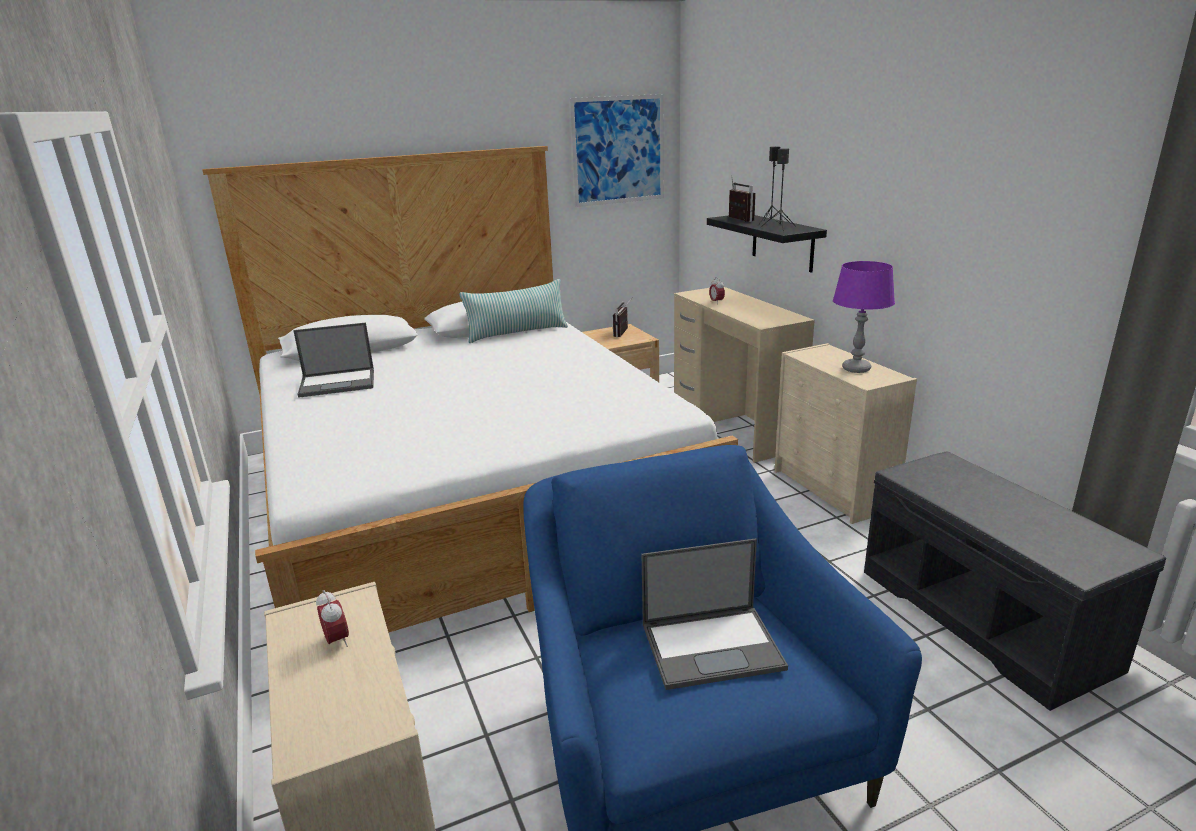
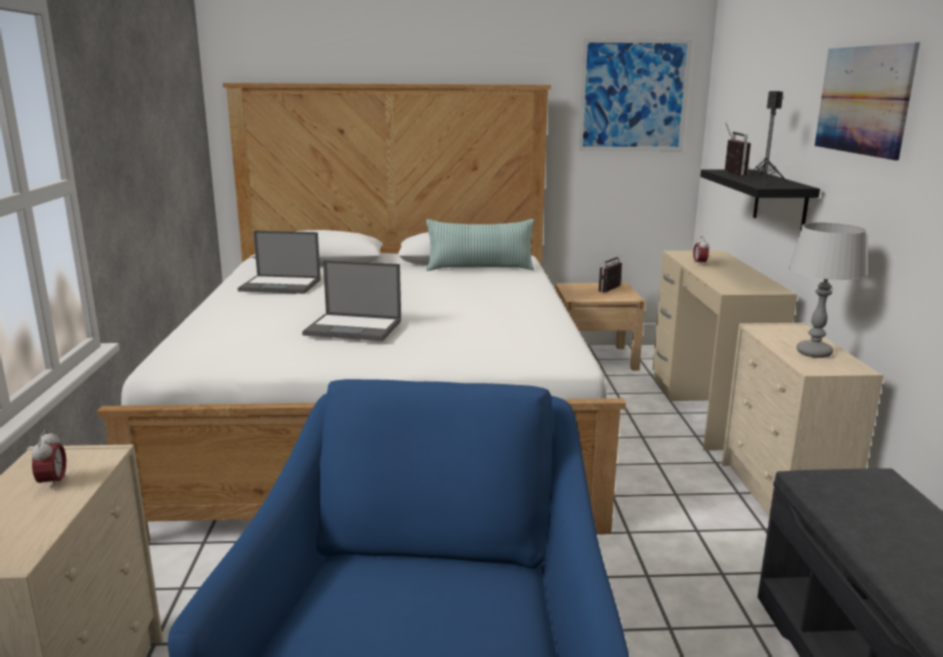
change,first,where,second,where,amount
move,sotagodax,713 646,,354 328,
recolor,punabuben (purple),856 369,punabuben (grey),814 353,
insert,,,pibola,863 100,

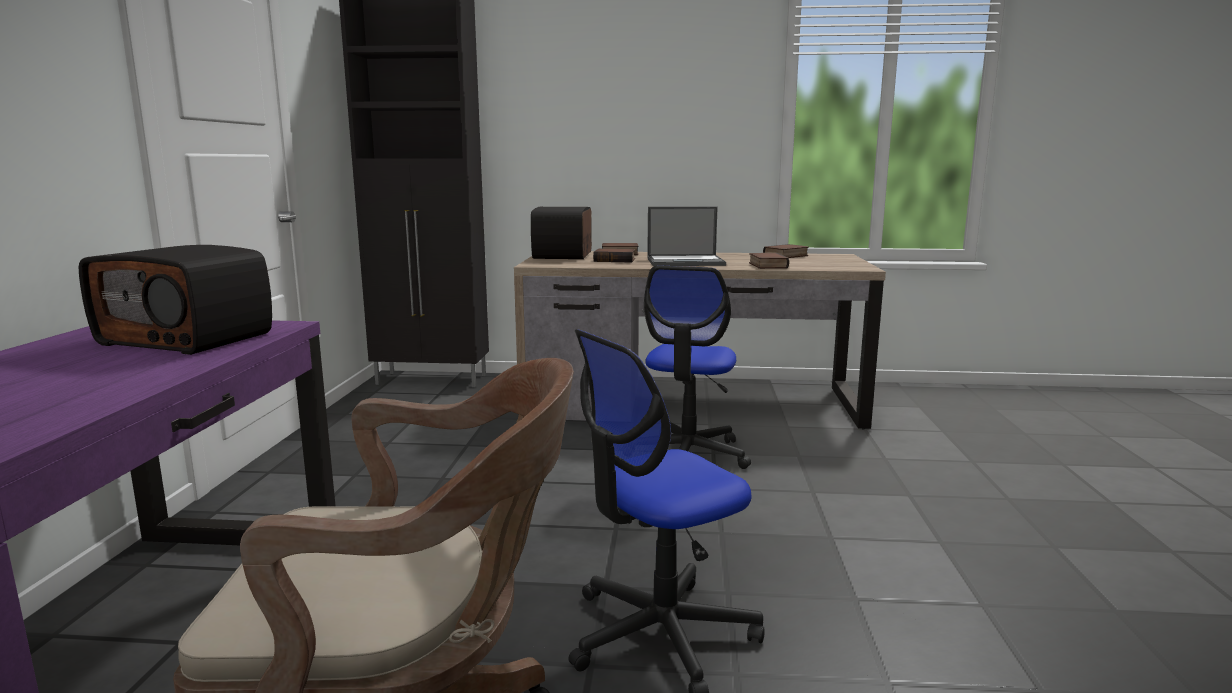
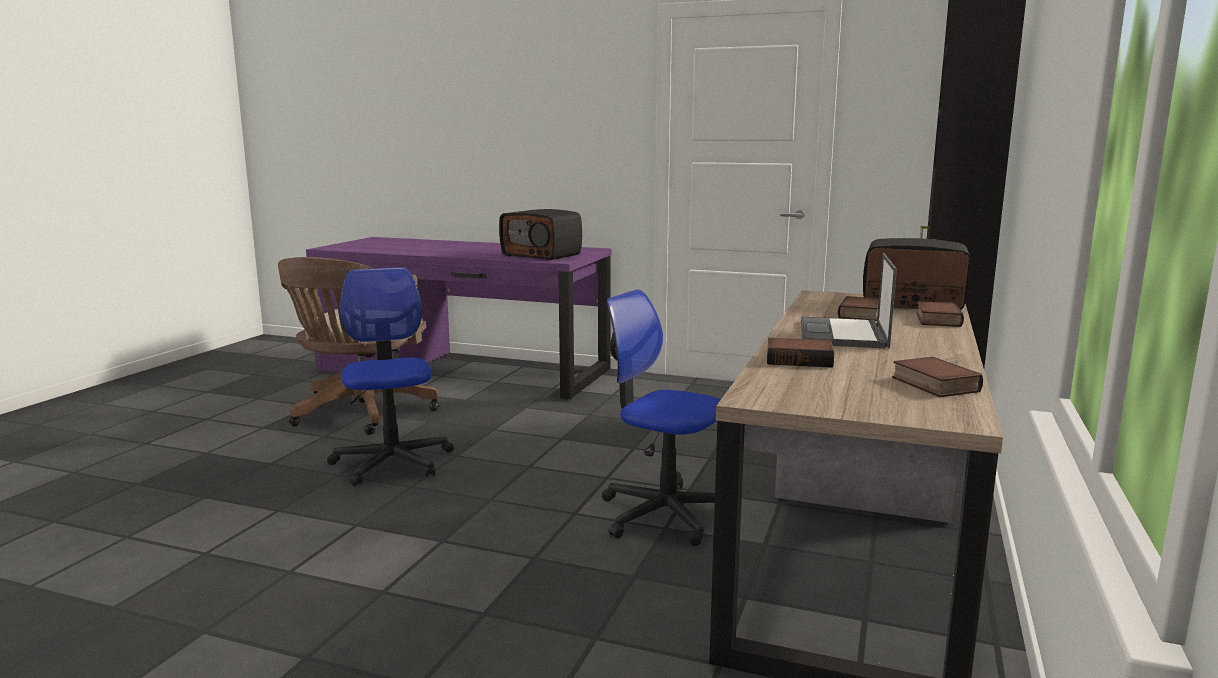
change,first,where,second,where,amount
rotate,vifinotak,189 338,,542 255,90 degrees counterclockwise

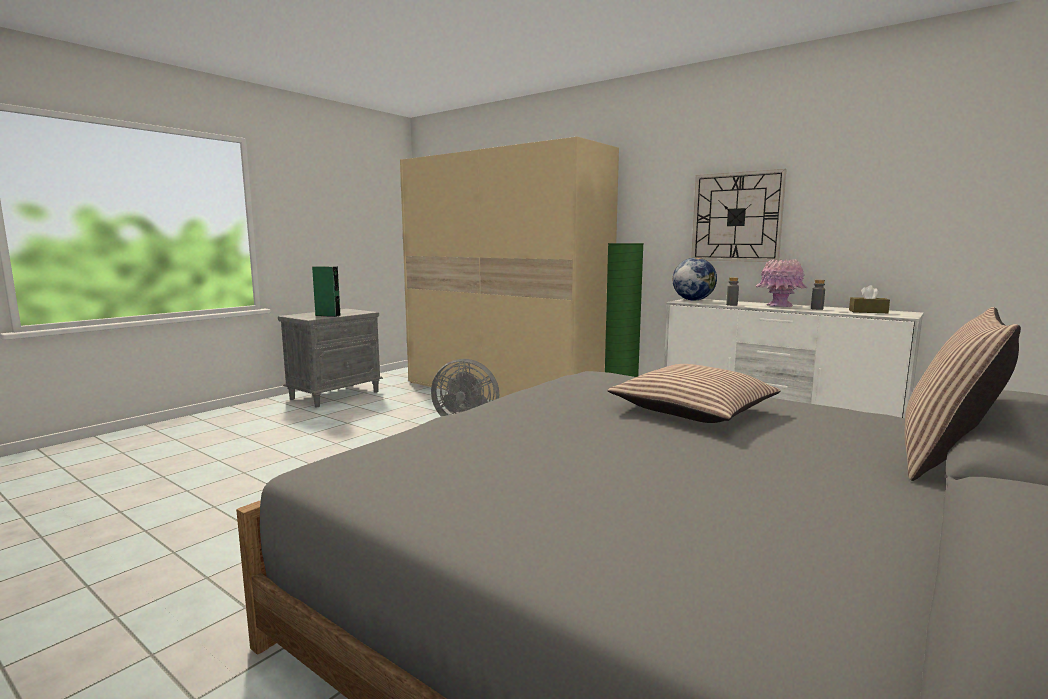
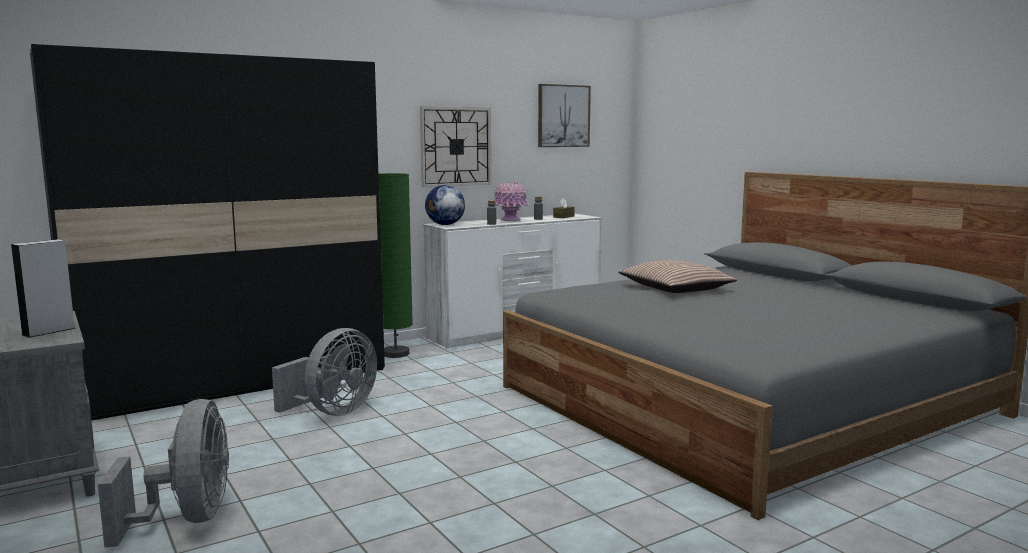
change,first,where,second,where,amount
recolor,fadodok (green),328 315,fadodok (grey),49 331,
recolor,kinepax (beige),504 392,kinepax (black),235 382,
delete,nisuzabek,944 460,,,
insert,,,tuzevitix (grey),187 519,
insert,,,pibola,563 116,

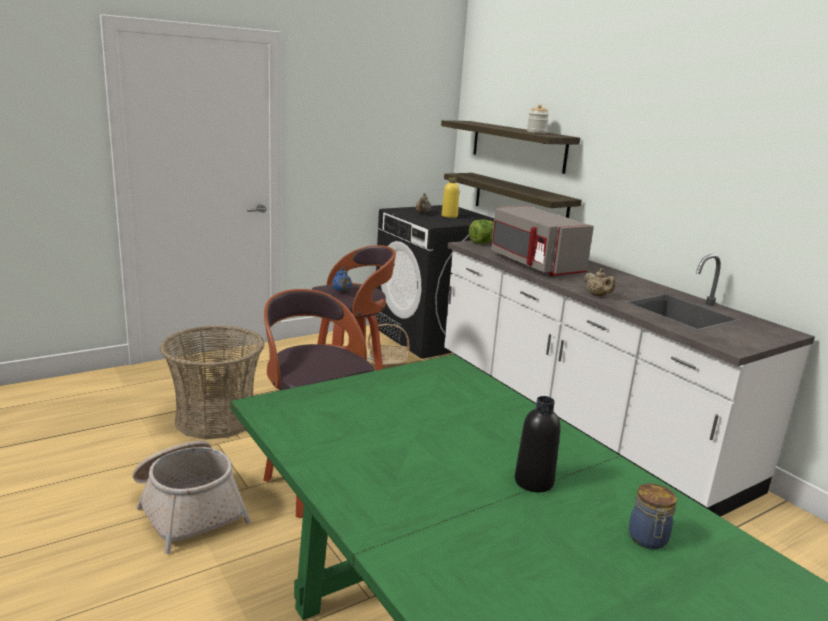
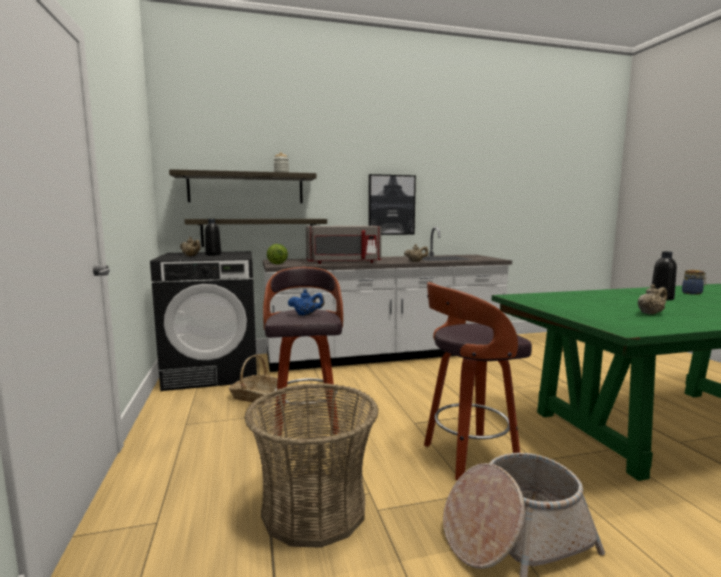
change,first,where,second,where,amount
recolor,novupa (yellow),449 216,novupa (black),213 254,
insert,,,pibola,391 205,
insert,,,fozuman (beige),650 313,

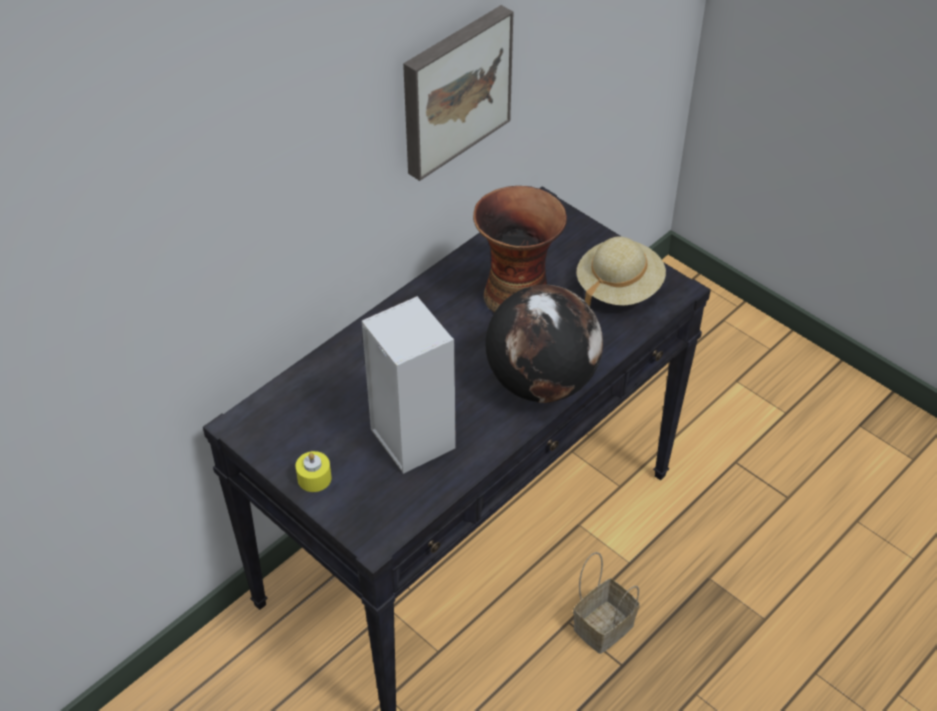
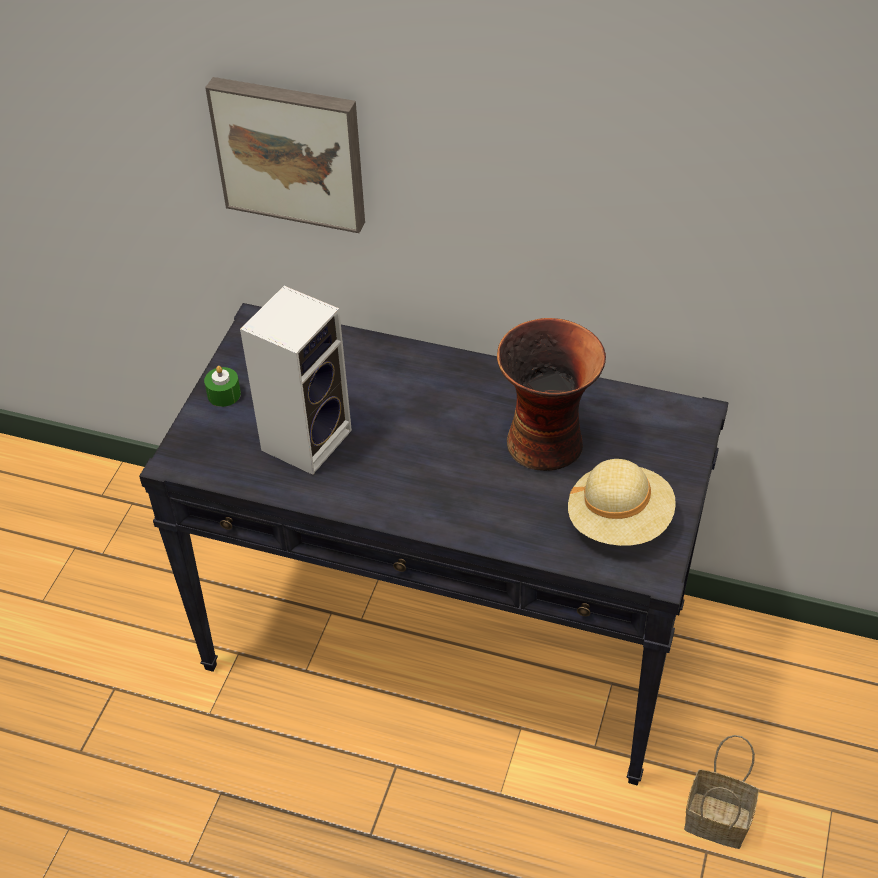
change,first,where,second,where,amount
recolor,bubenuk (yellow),314 478,bubenuk (green),224 394,
move,pibola,453 90,,291 151,
delete,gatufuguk,541 382,,,
move,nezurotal,604 625,,719 820,

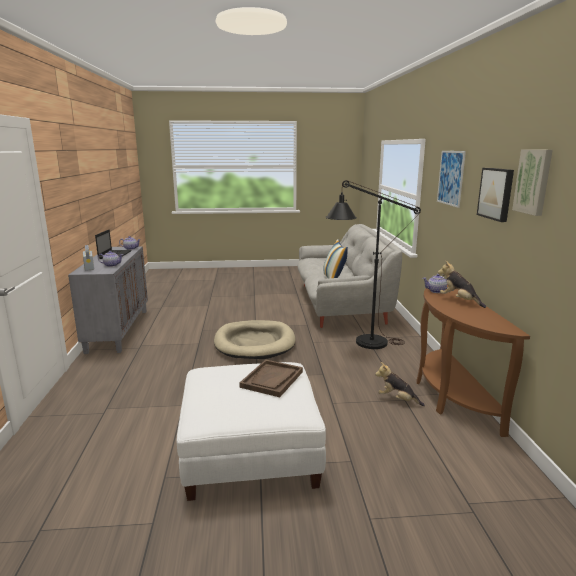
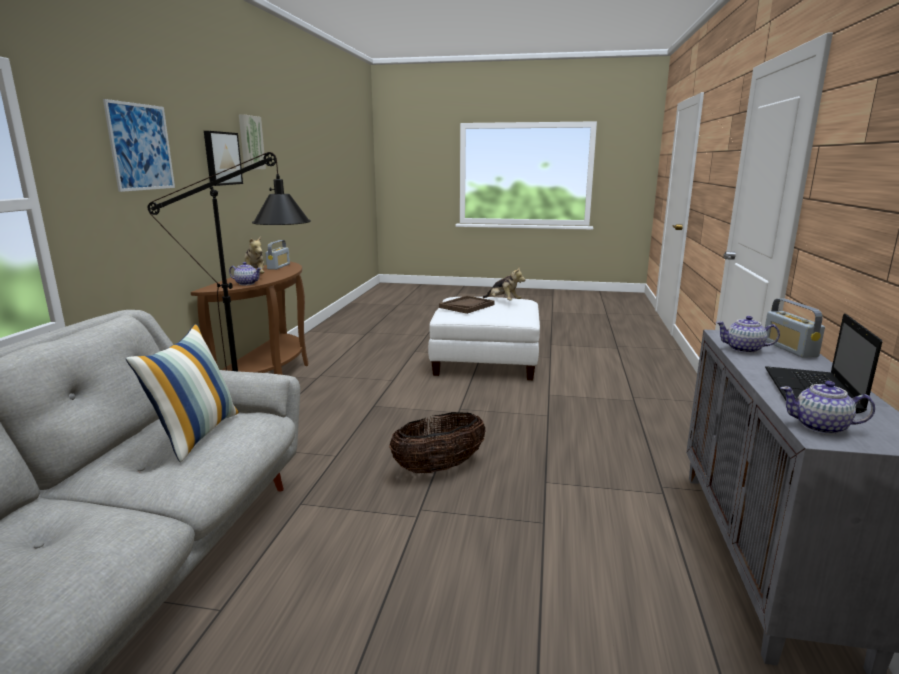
change,first,where,second,where,amount
replace,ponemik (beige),254 343,nezurotal,439 467,
move,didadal,397 399,,503 301,
insert,,,vifinotak,278 266,

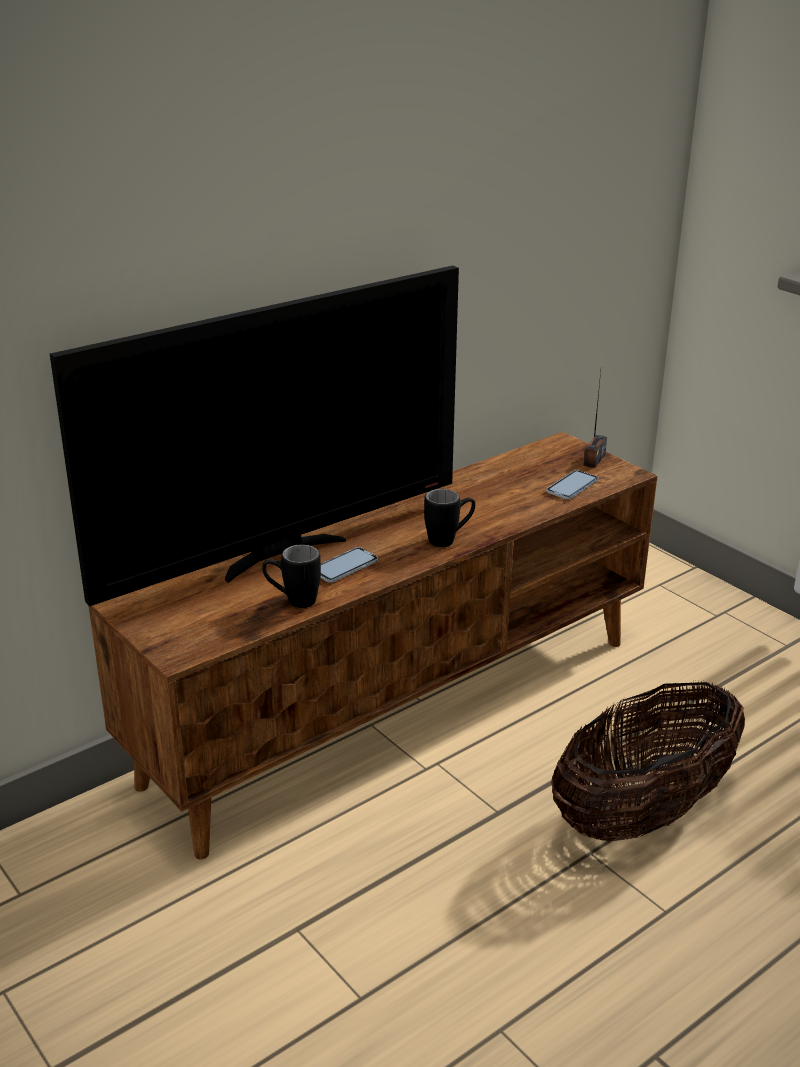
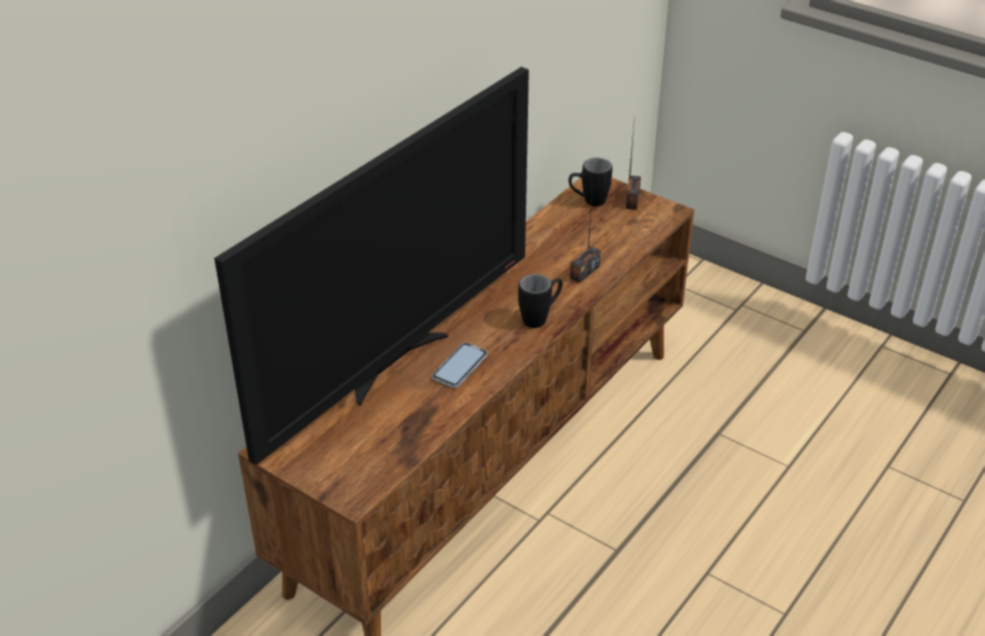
change,first,where,second,where,amount
move,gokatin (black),292 601,,588 202,
delete,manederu,572 486,,,
delete,nezurotal,642 813,,,
insert,,,vifinotak,584 272,

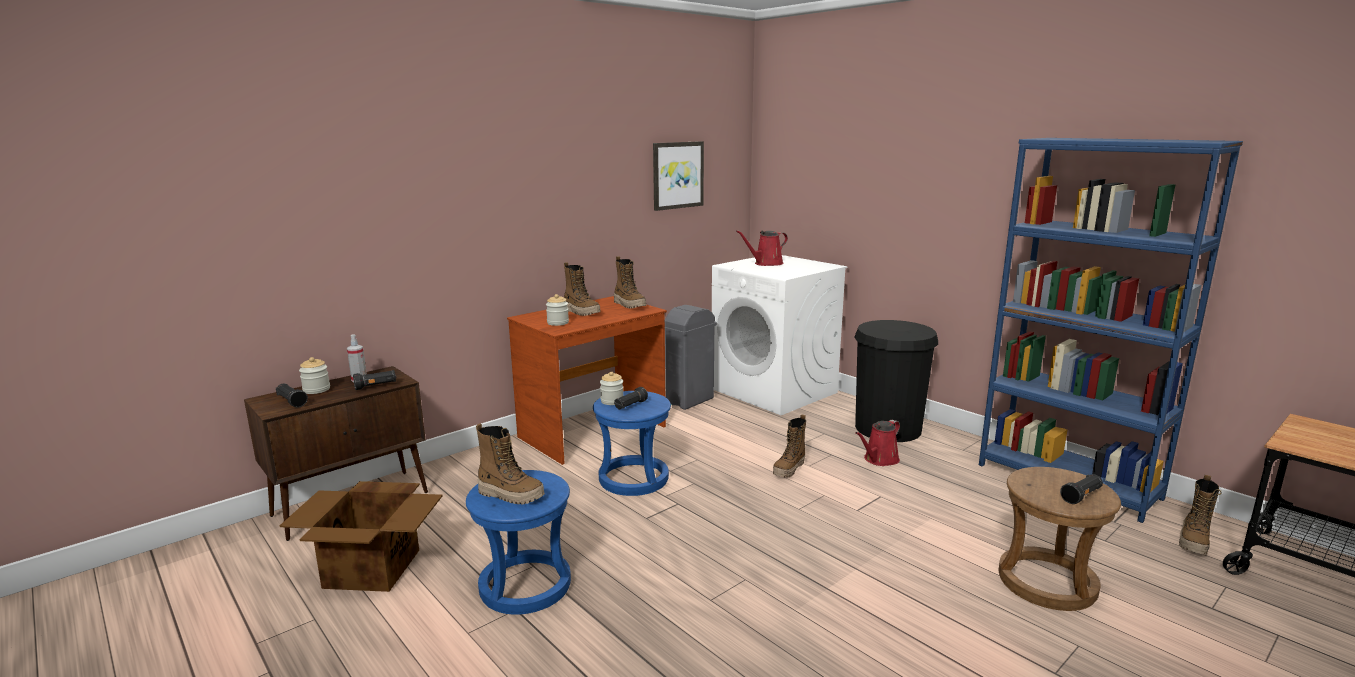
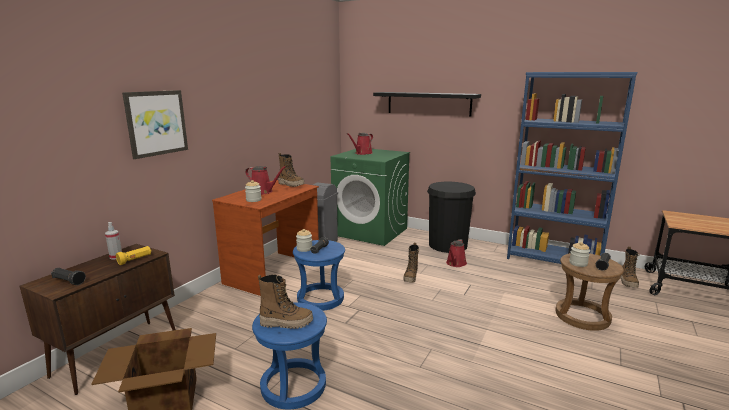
change,first,where,second,where,amount
move,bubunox,316 390,,578 263,
recolor,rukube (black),376 386,rukube (yellow),135 260,
replace,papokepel,581 312,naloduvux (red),263 192,
move,pibola,677 175,,156 123,
recolor,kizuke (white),774 391,kizuke (green),371 232,
insert,,,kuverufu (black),428 103,

